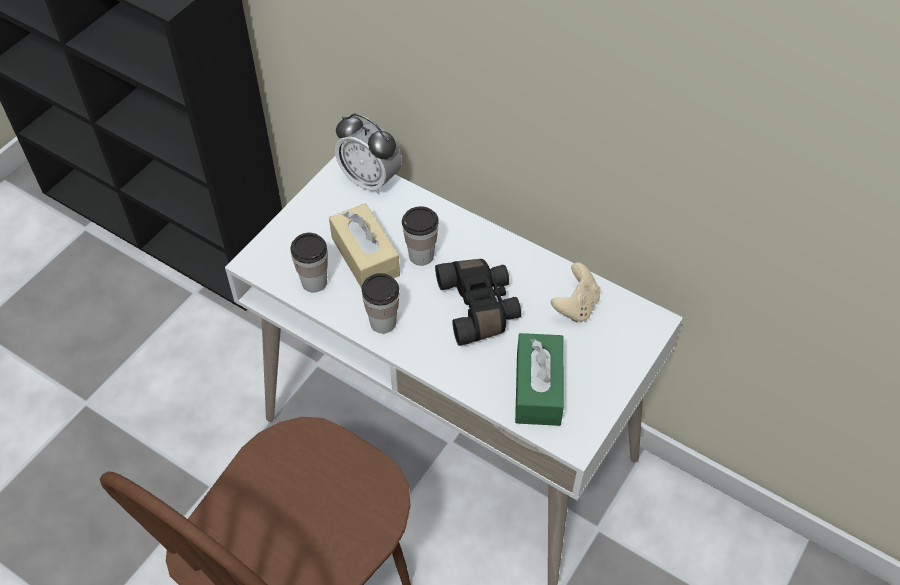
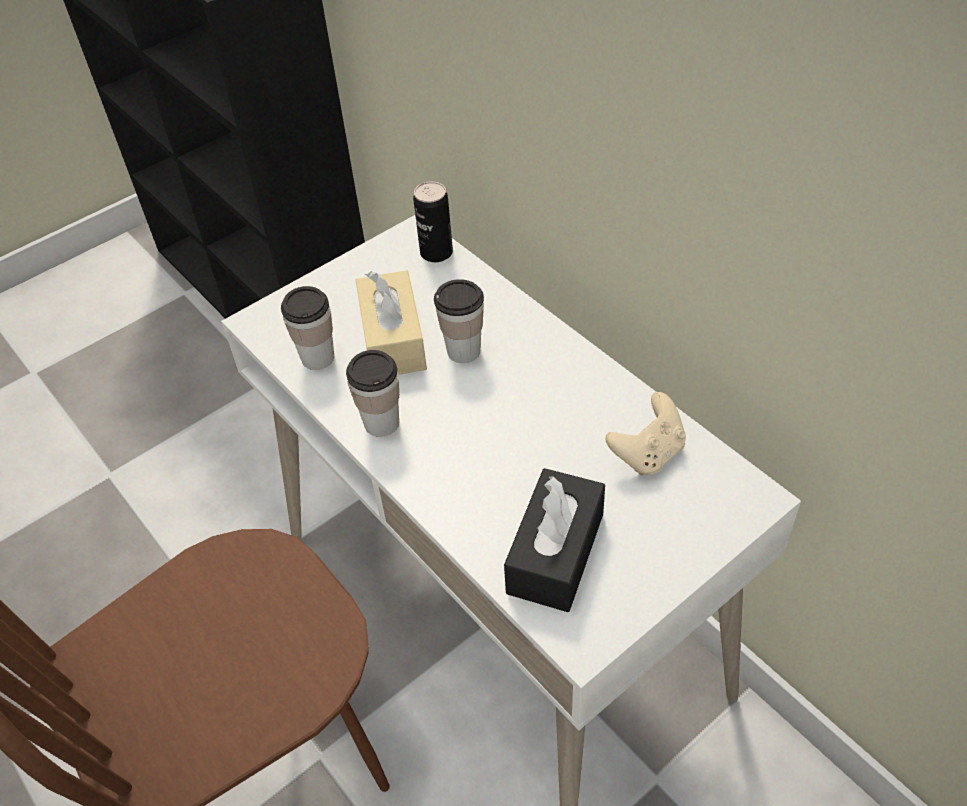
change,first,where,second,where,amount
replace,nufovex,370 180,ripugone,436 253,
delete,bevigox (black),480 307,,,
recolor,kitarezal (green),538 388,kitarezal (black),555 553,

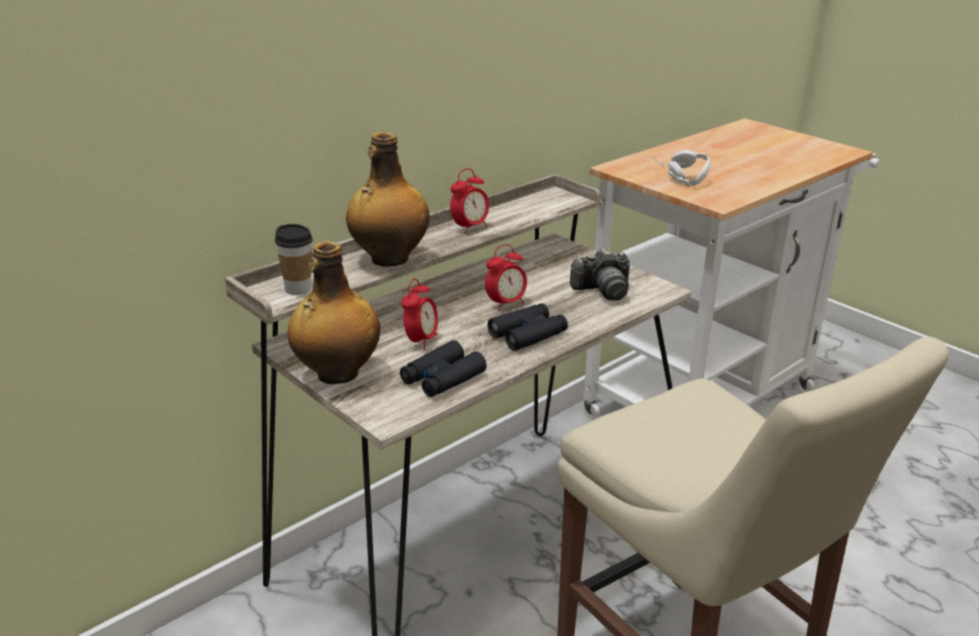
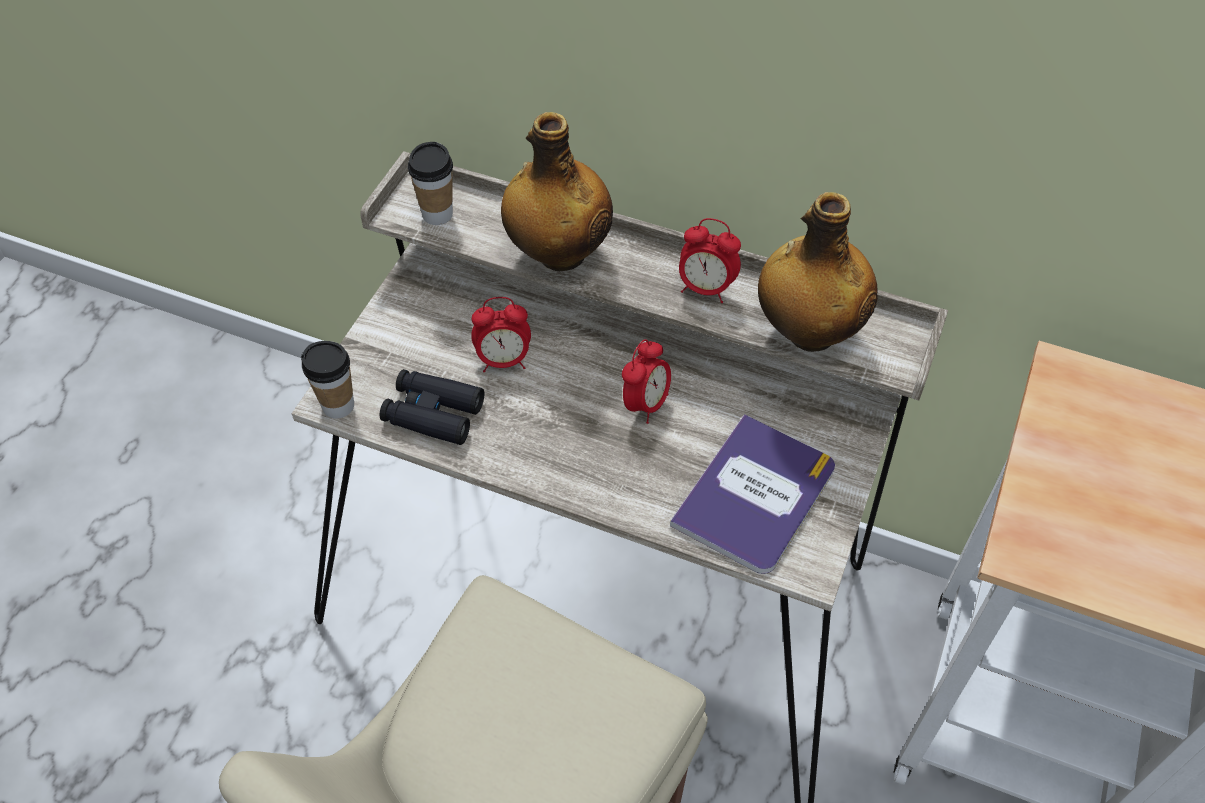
change,first,where,second,where,amount
move,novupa,336 374,,807 331,
rotate,nufovex,506 304,,645 404,90 degrees counterclockwise
delete,bevigox (black),528 334,,,
replace,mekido,603 290,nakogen,755 495,
delete,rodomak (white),674 177,,,
insert,,,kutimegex,338 405,

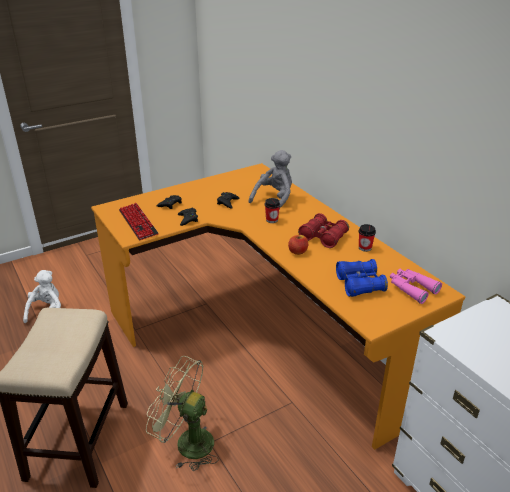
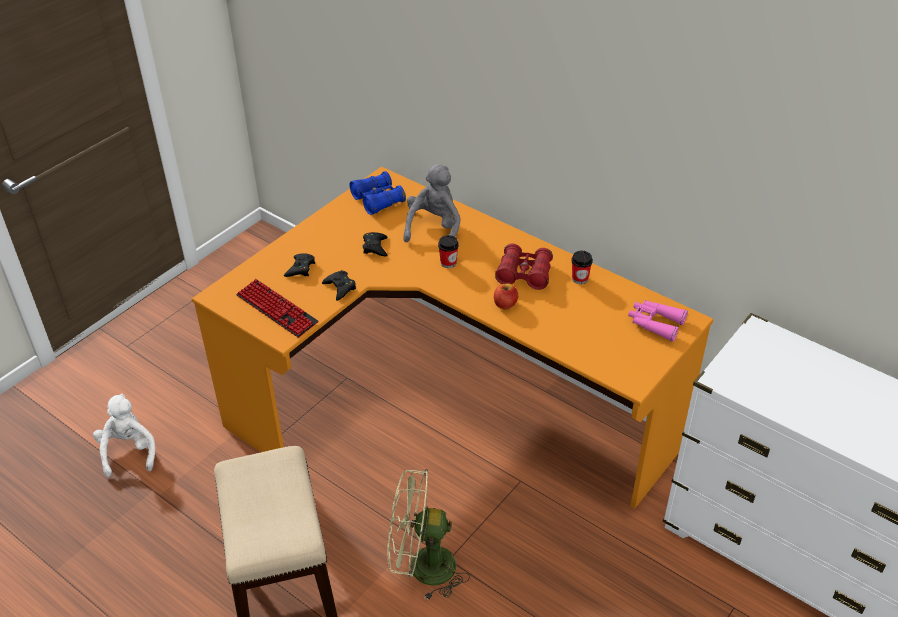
change,first,where,second,where,amount
move,bevigox (blue),359 284,,377 200,

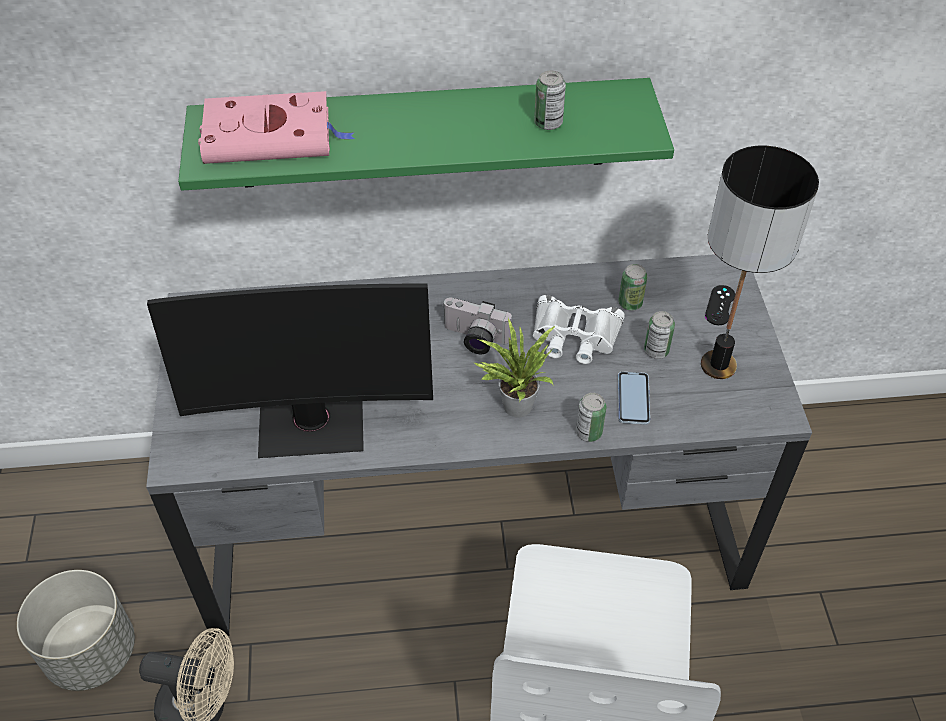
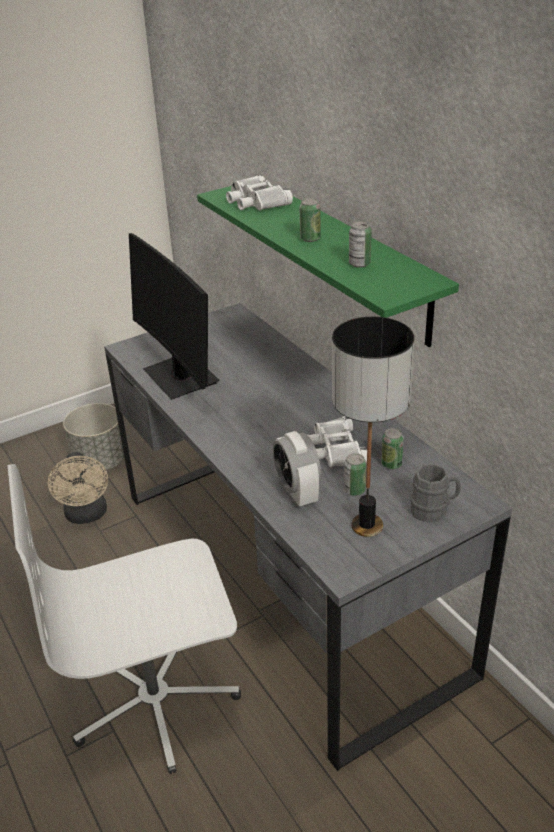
change,first,where,second,where,amount
replace,nakogen (pink),272 136,bevigox (white),256 201,
delete,mekido,474 339,,,
delete,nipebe,514 403,,,
move,ripugone,588 432,,310 238,
replace,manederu,633 399,nufovex,297 493,
replace,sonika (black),720 305,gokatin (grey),434 510,

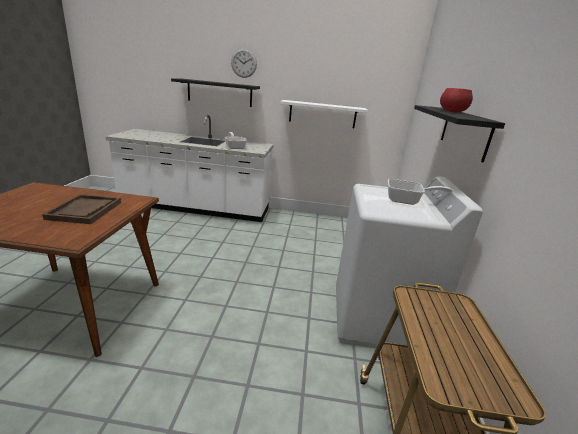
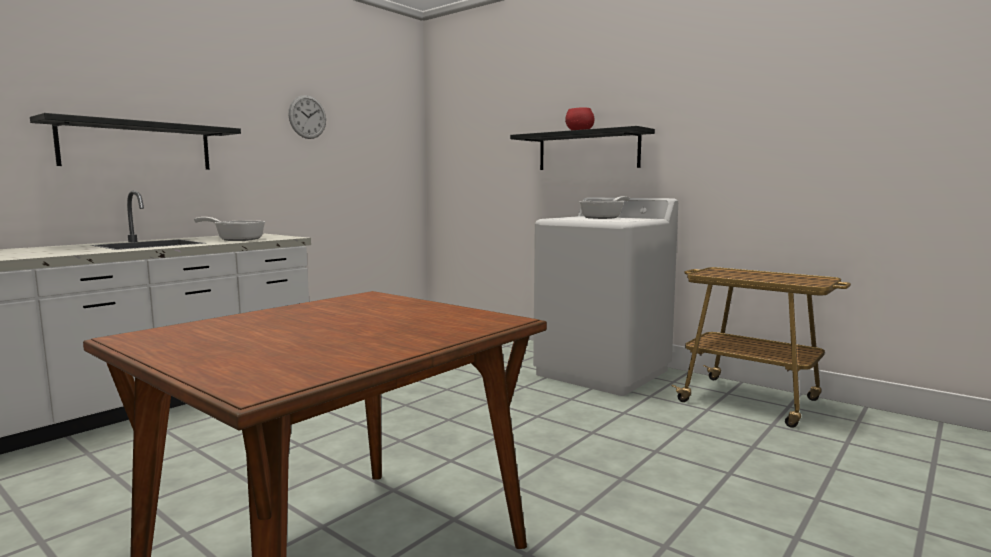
change,first,where,second,where,amount
delete,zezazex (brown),85 210,,,
move,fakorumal,244 63,,307 117,
delete,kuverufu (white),322 114,,,

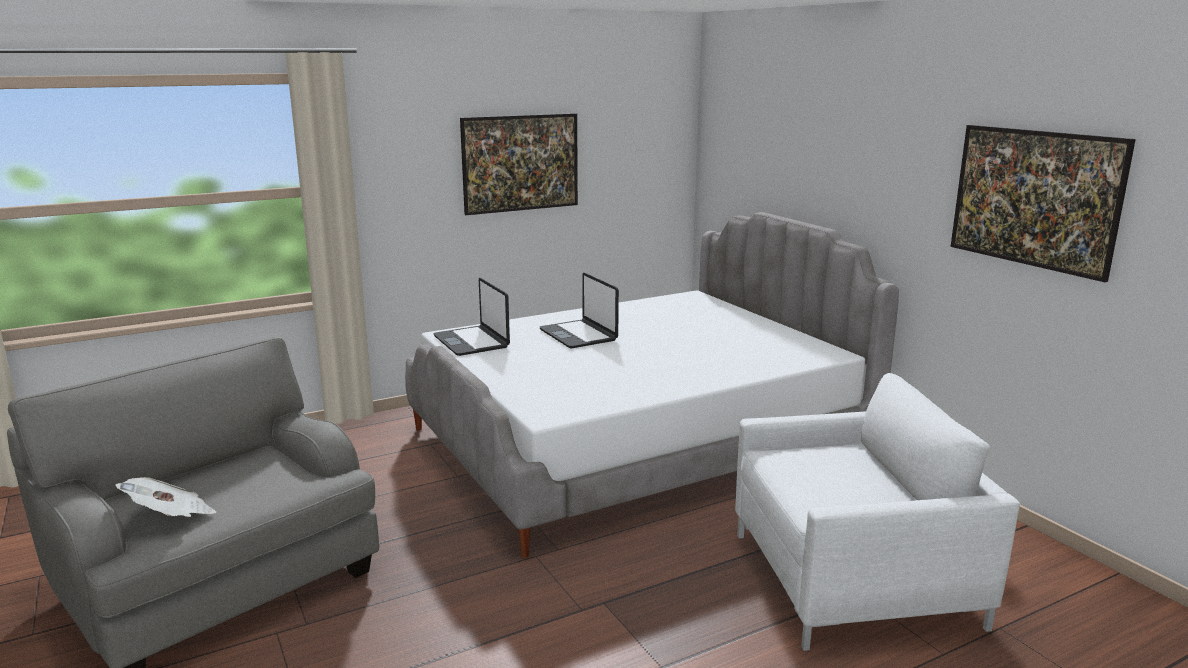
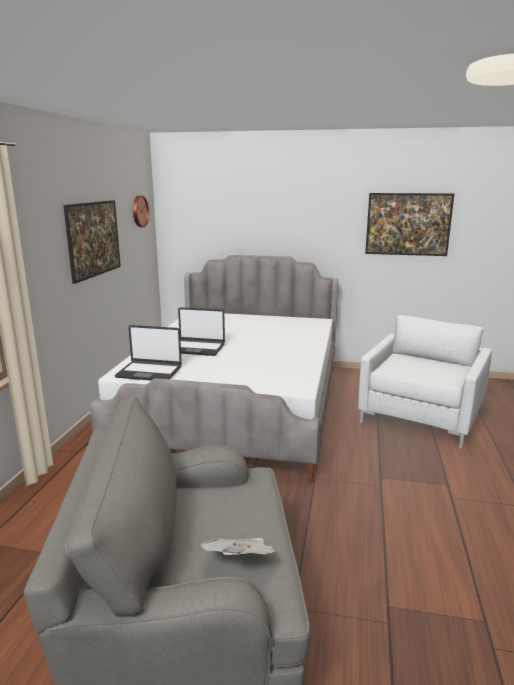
change,first,where,second,where,amount
insert,,,fakorumal,139 211,

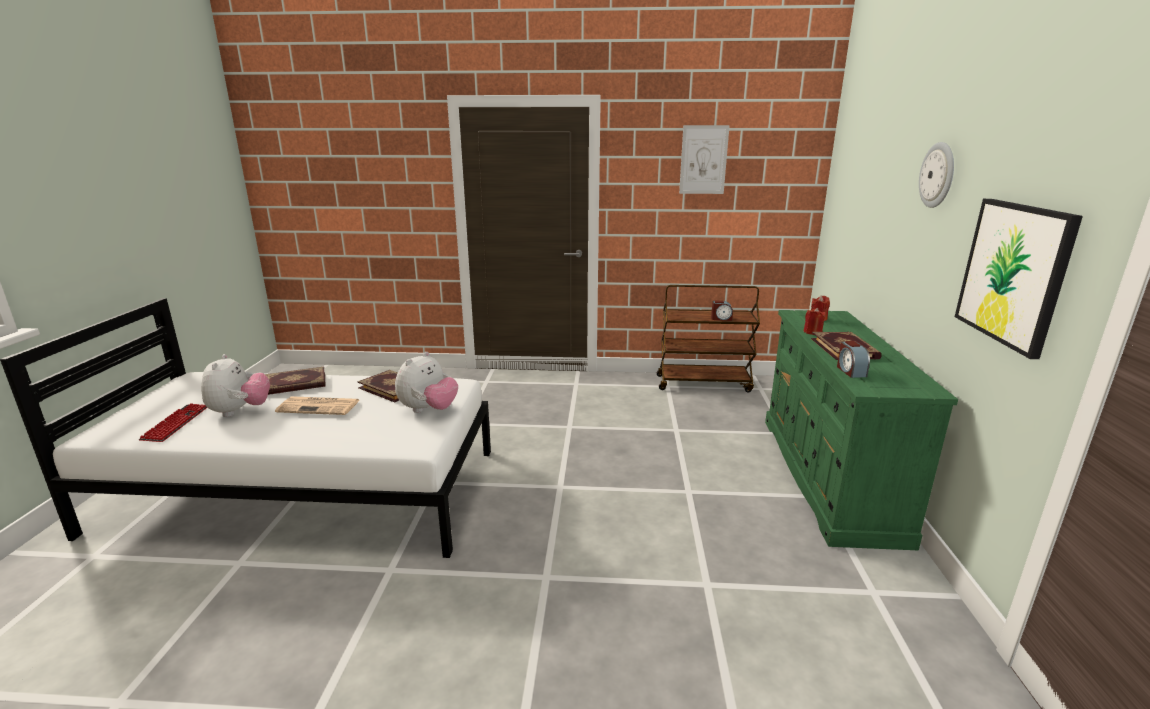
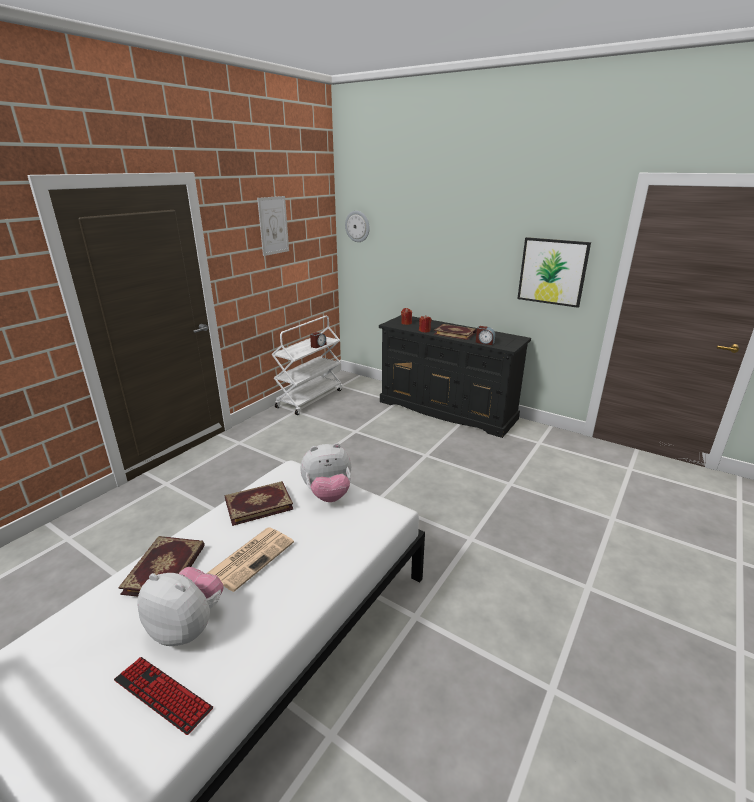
change,first,where,second,where,amount
rotate,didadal,428 410,,328 494,105 degrees clockwise
recolor,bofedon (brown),704 383,bofedon (white),310 398,
recolor,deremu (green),829 475,deremu (black),447 410,
move,fakorumal,938 175,,357 226,

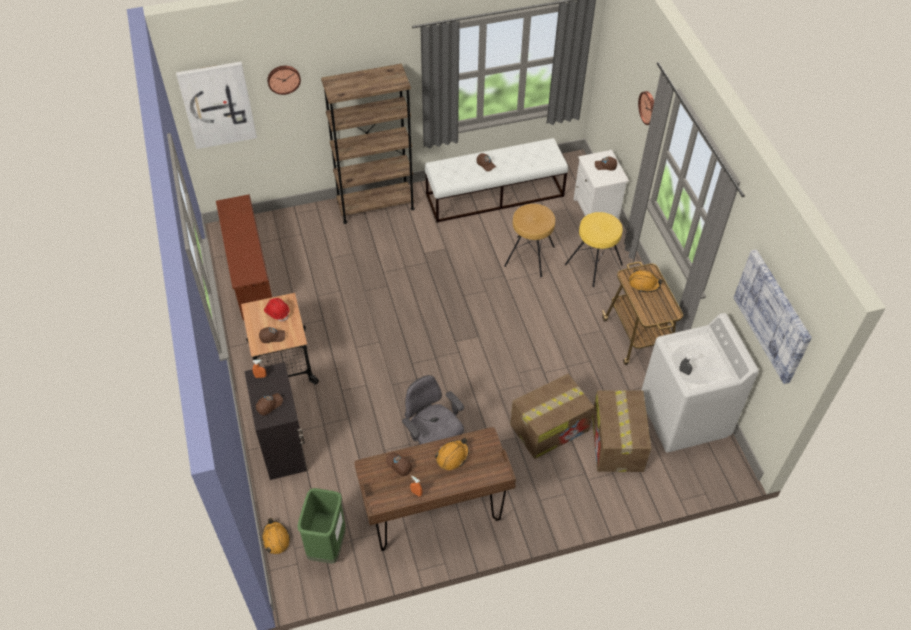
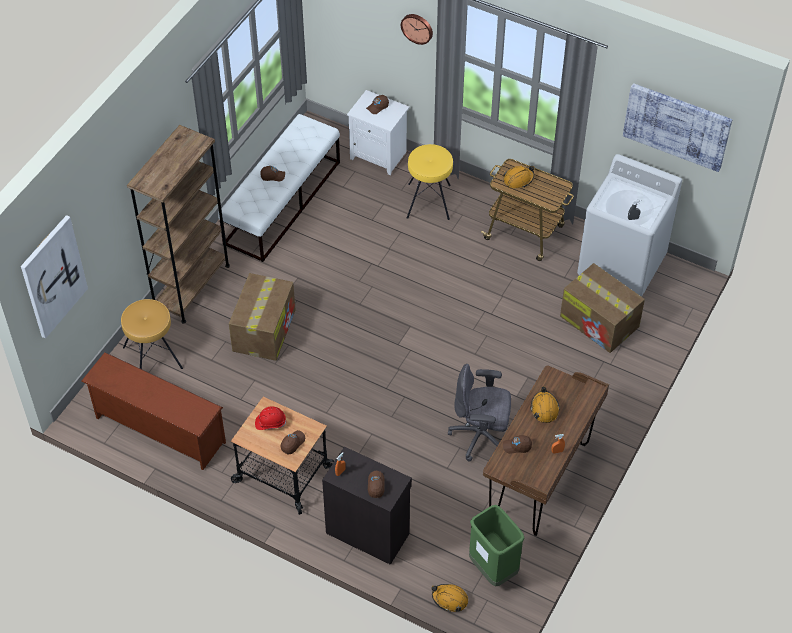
change,first,where,second,where,amount
delete,fakorumal,283 79,,,
move,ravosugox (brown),530 256,,153 357,
move,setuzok,550 427,,264 329,

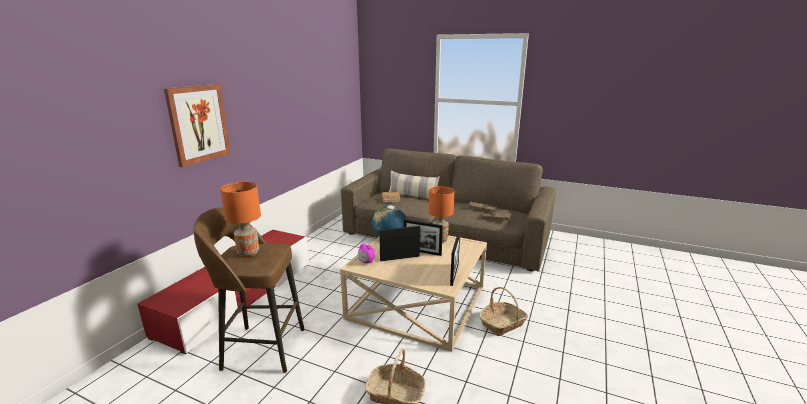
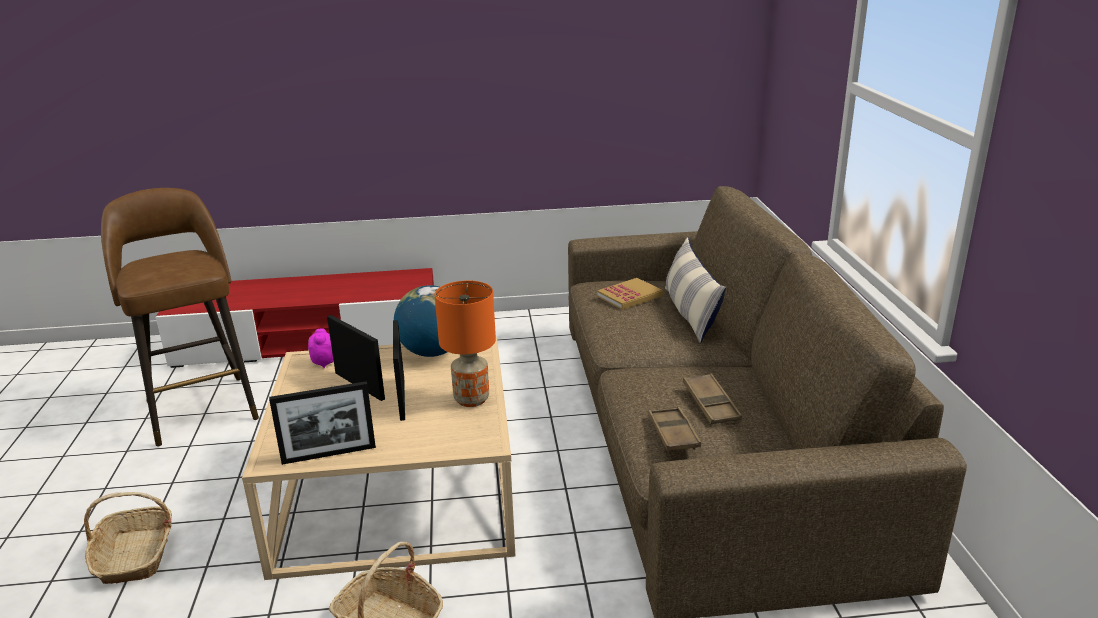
change,first,where,second,where,amount
delete,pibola,198 124,,,
delete,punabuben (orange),249 253,,,

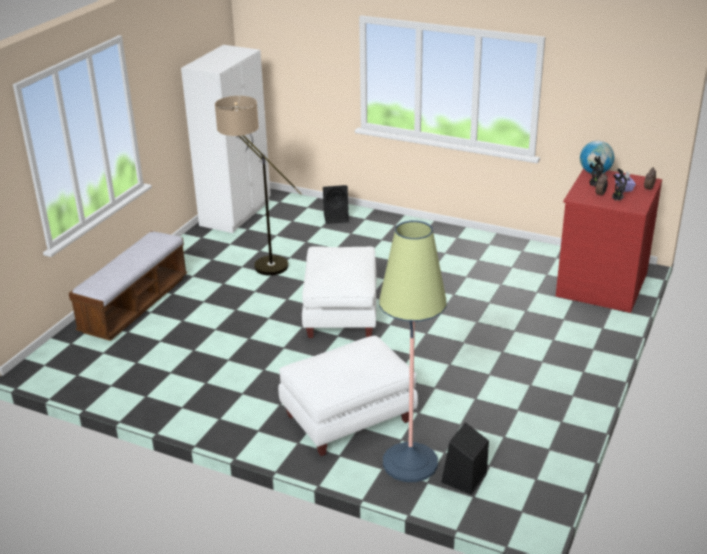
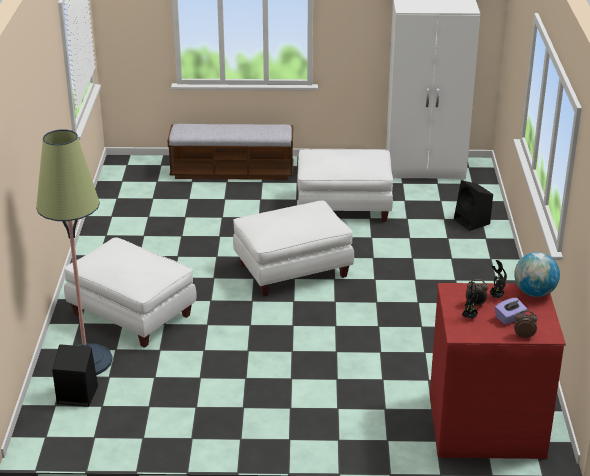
change,first,where,second,where,amount
replace,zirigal,259 264,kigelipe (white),344 206,

